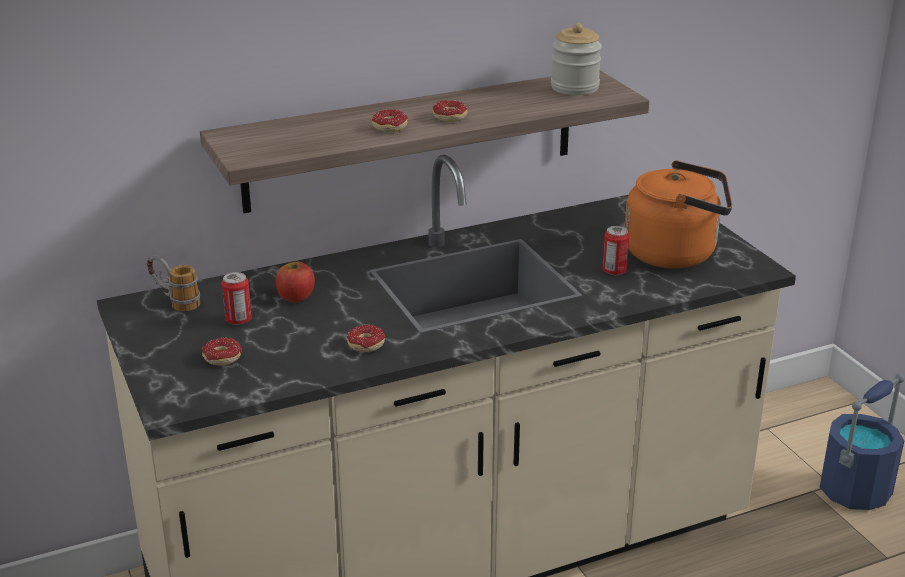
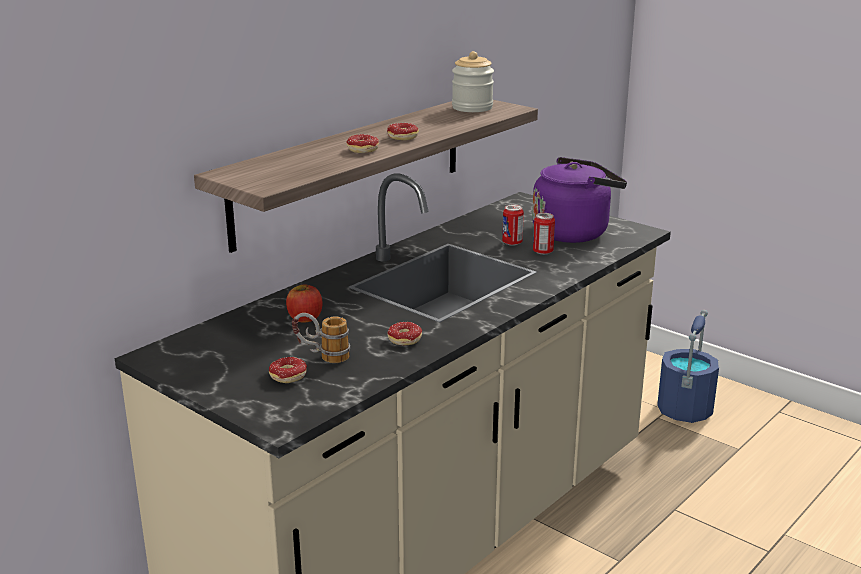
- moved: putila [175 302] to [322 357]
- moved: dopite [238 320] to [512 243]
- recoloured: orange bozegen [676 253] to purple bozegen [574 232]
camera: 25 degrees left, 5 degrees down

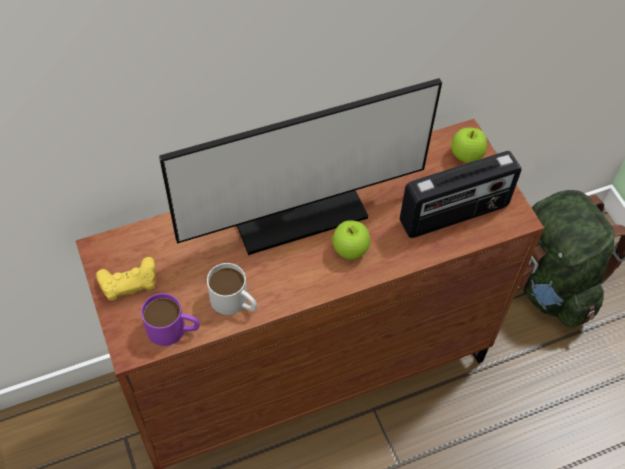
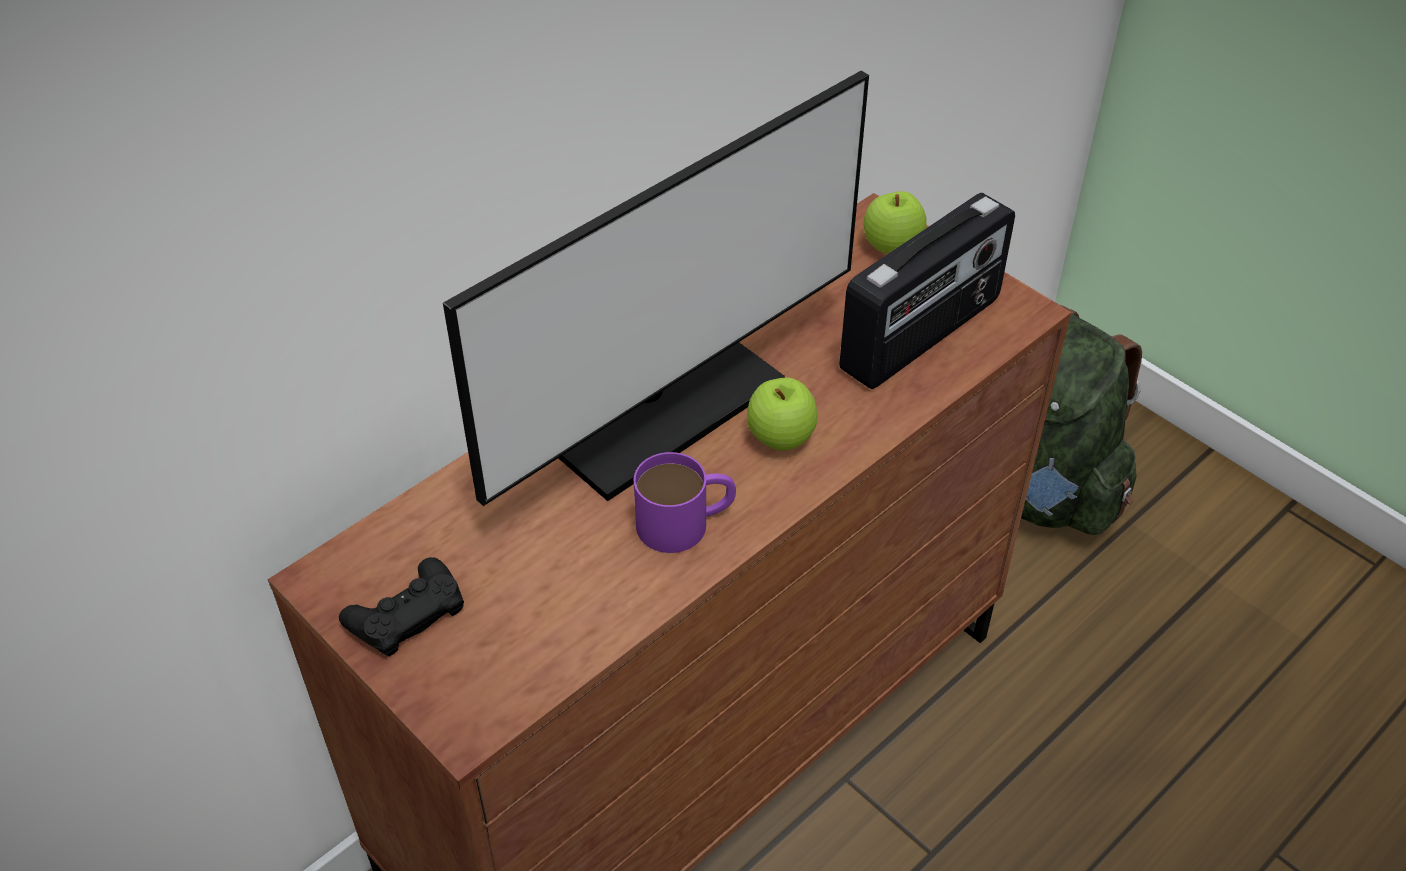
- recoloured: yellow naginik [129 281] to black naginik [406 614]
- moved: purple putila [174 329] to [686 522]
- removed: white putila [235 302]
camera: 20 degrees left, 10 degrees down

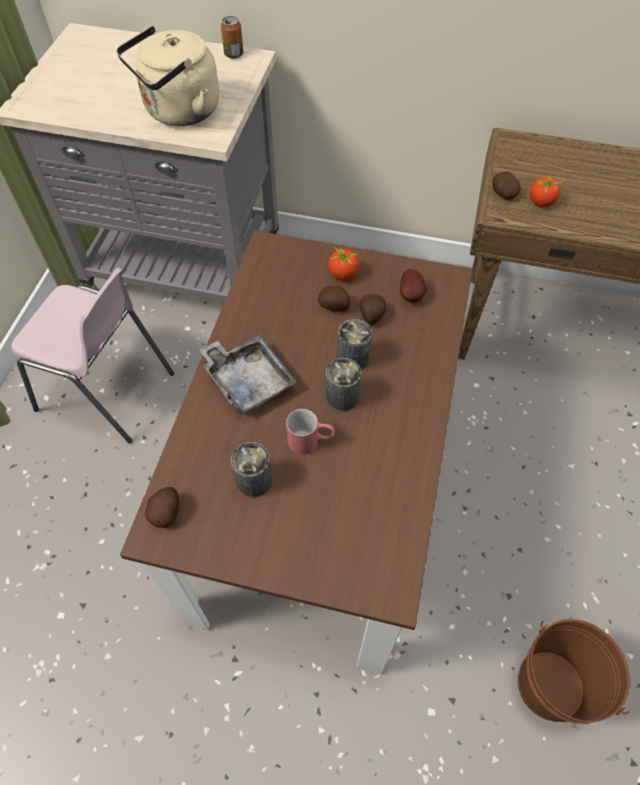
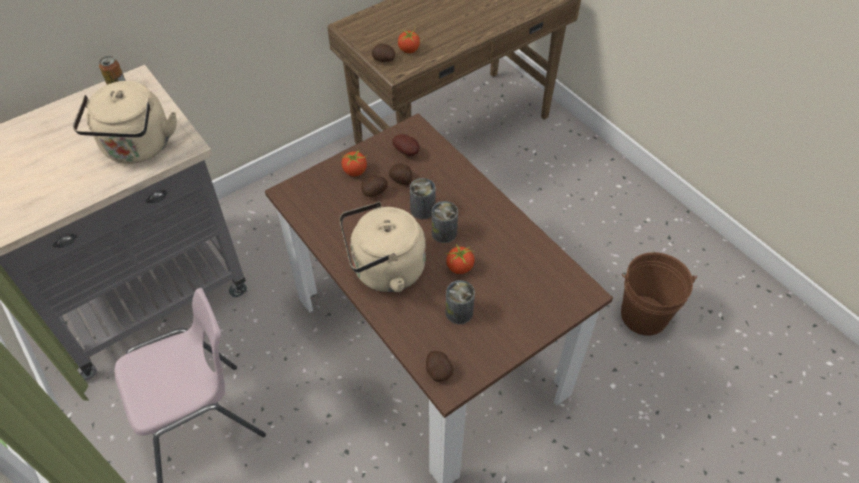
- replaced: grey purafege [248 380] to beige bozegen [384 270]
- replaced: red putila [311 441] to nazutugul [459 267]
camera: 50 degrees left, 5 degrees down

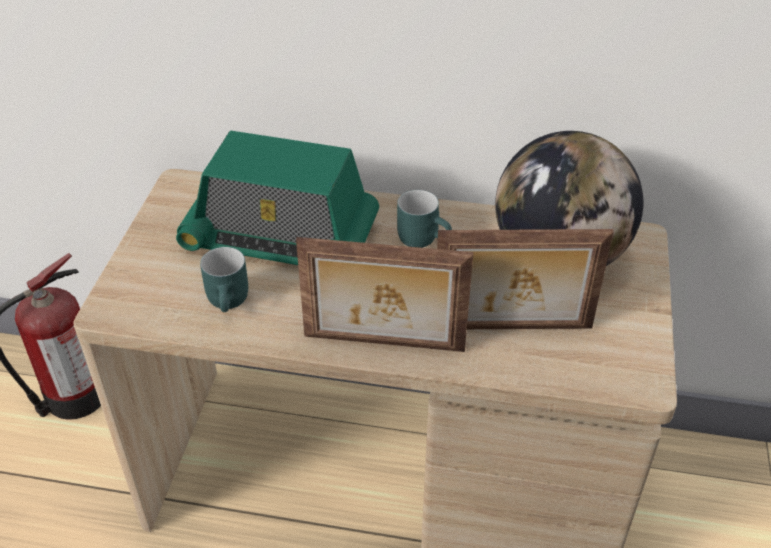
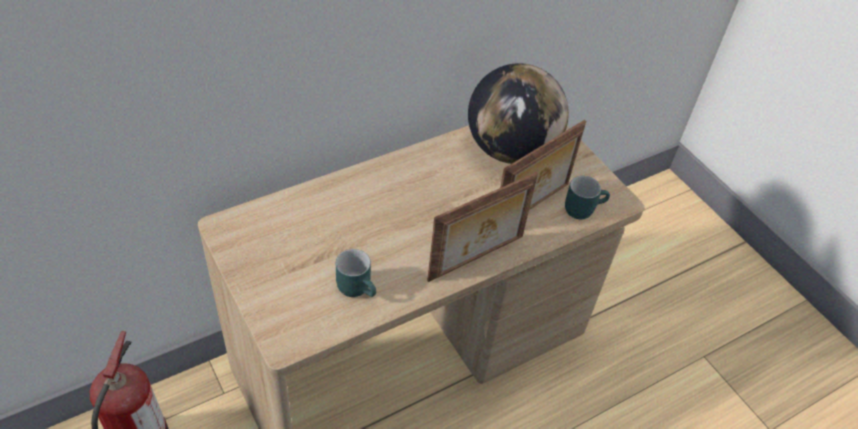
- moved: turquoise putila [424 237] to [582 208]
- removed: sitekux [281 237]
camera: 45 degrees left, 5 degrees up

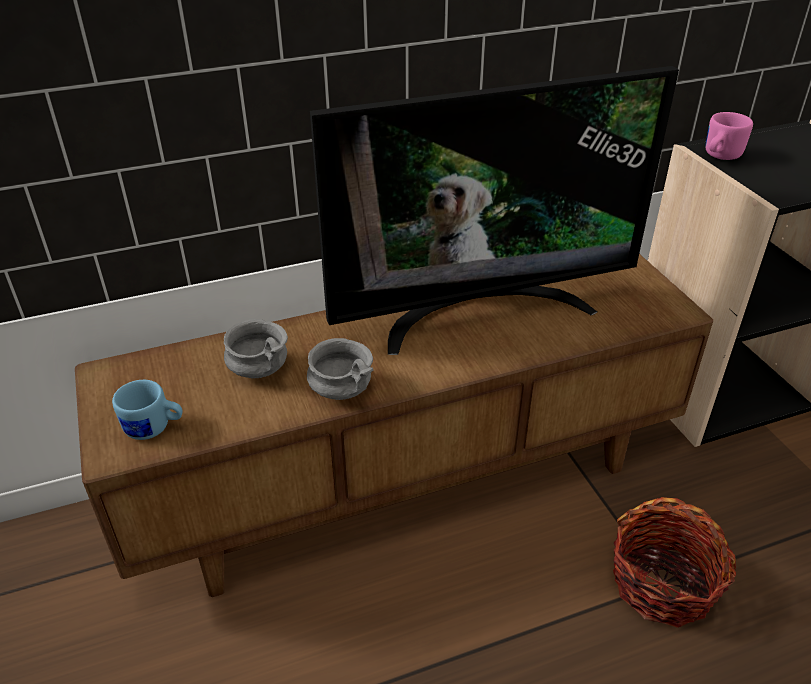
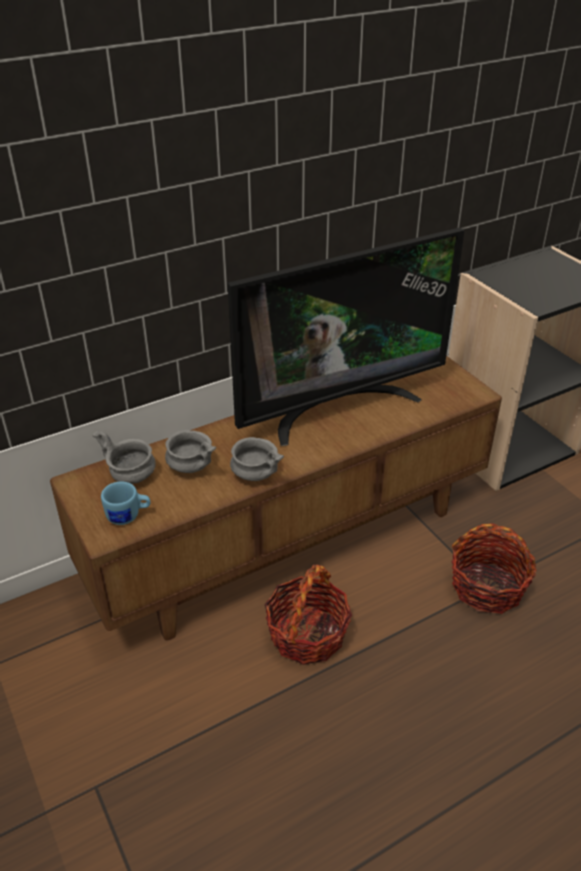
- added: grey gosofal [131 476]
- added: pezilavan [307 634]
- removed: pink putila [719 156]
camera: 10 degrees left, 0 degrees up

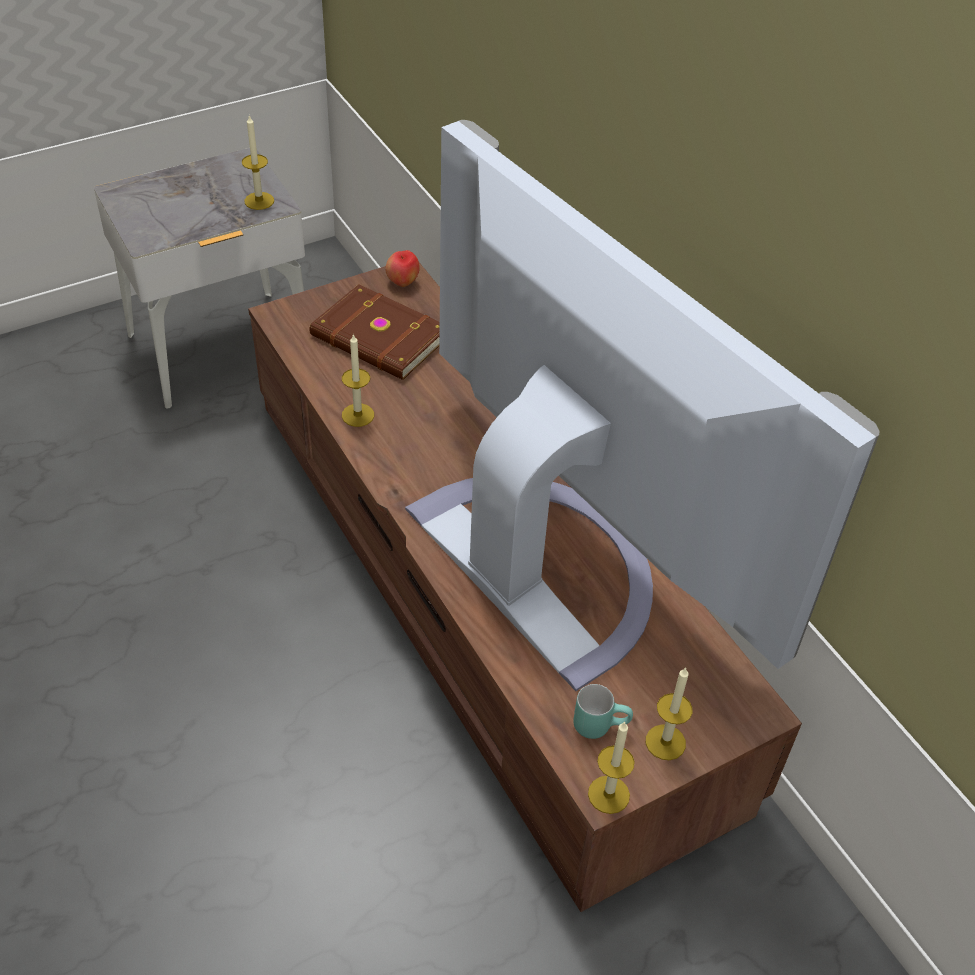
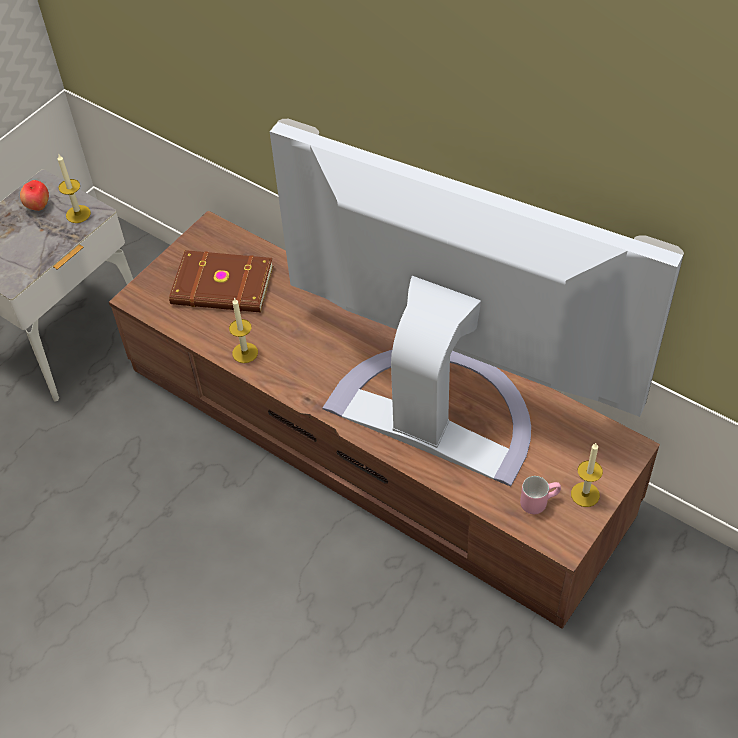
- moved: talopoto [402 283] to [38 206]
- recoloured: turquoise putila [600 723] to pink putila [538 501]
- removed: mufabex [608 794]
camera: 20 degrees left, 5 degrees up

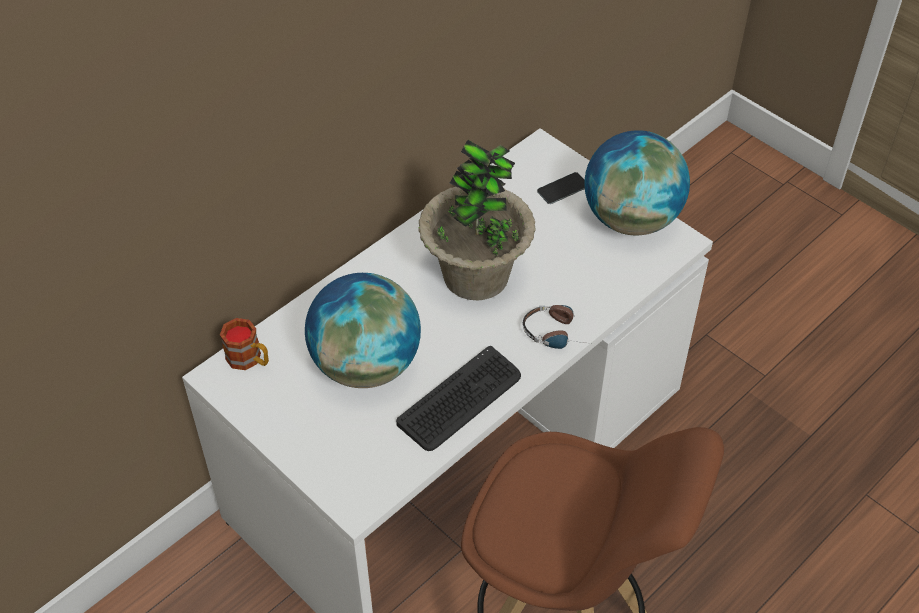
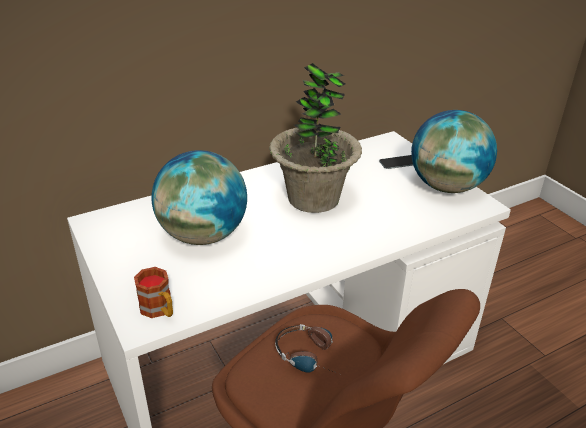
- moved: putila [249 359] to [159 310]
- moved: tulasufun [558 333] to [312 356]
- removed: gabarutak [460 400]
camera: 15 degrees right, 15 degrees down

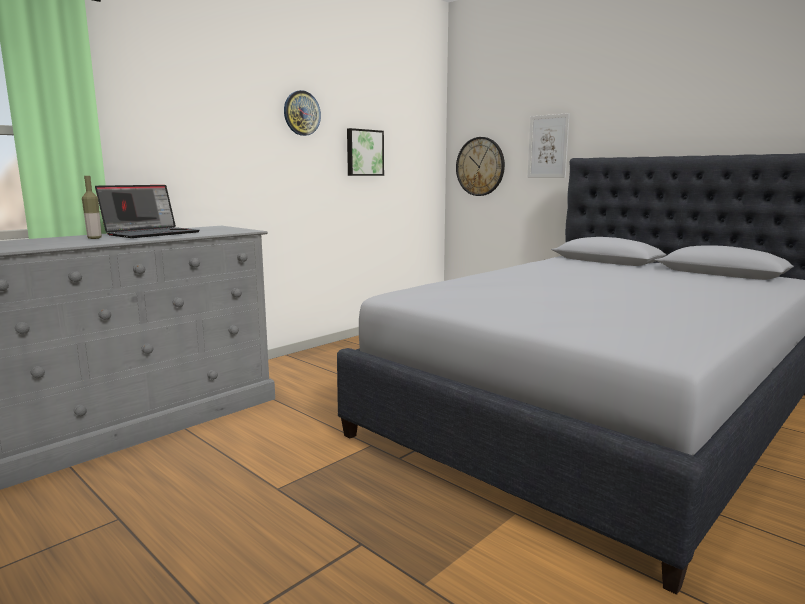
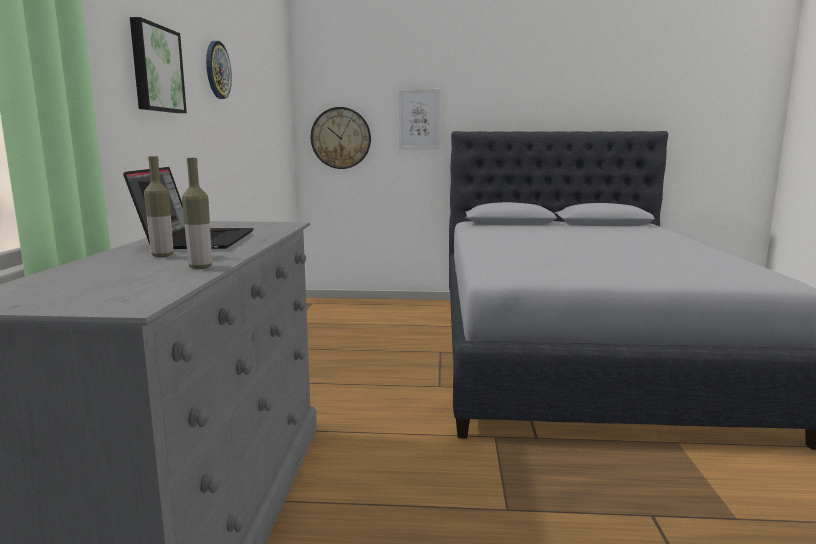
- moved: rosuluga [364 153] to [155 69]
- added: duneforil [200 267]
camera: 40 degrees left, 0 degrees up

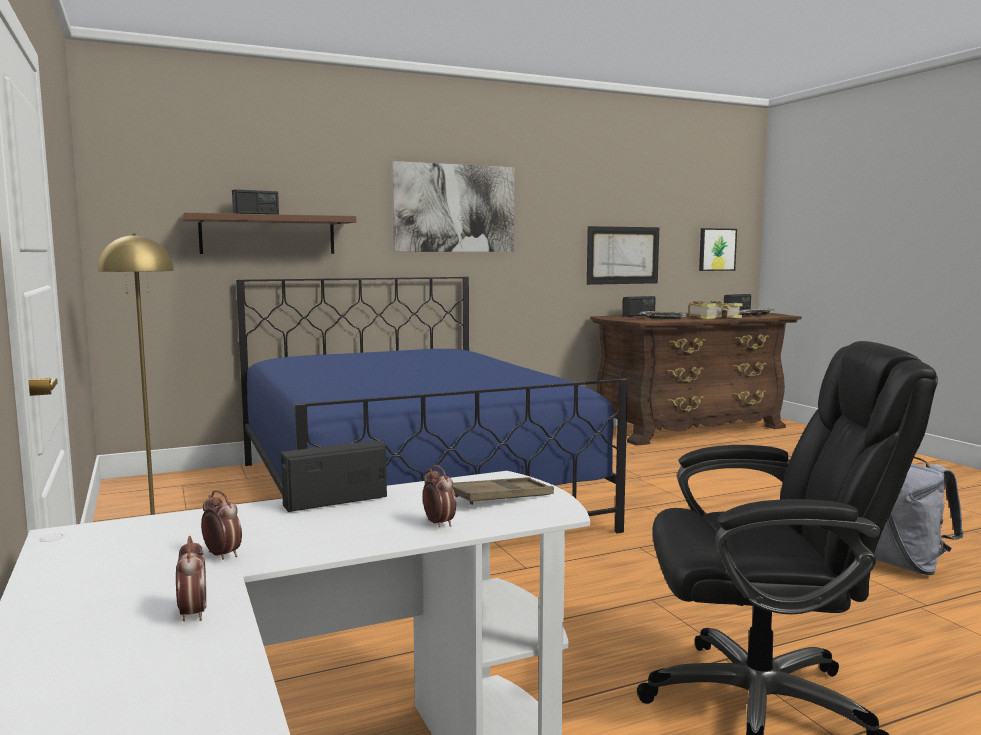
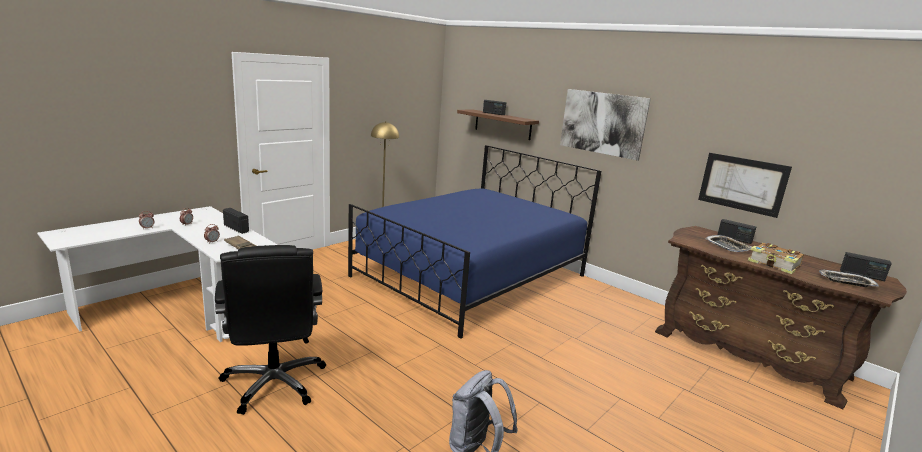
- removed: rosuluga [716 249]
camera: 65 degrees right, 10 degrees up

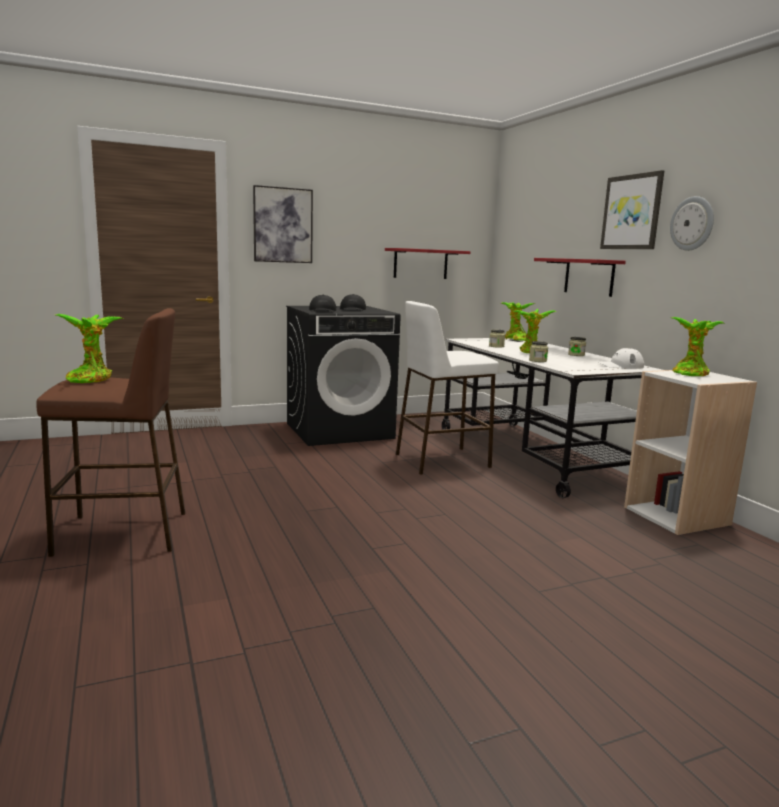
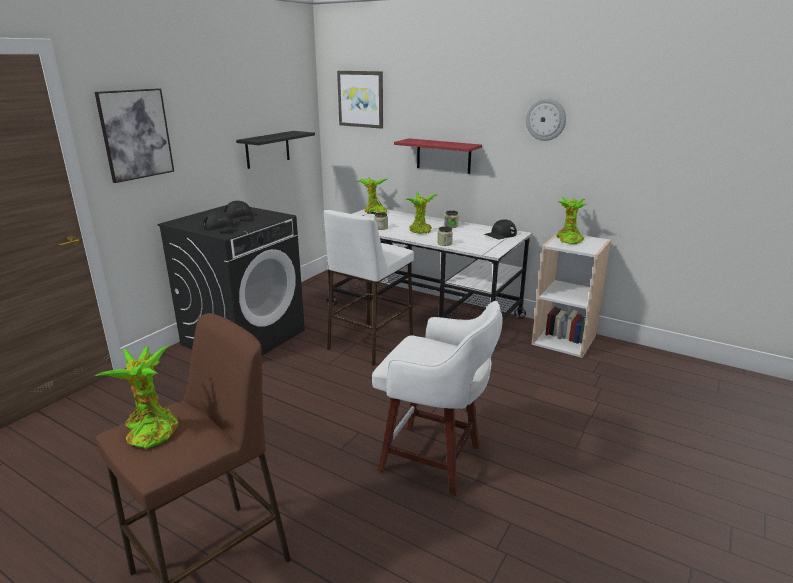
- recoloured: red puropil [420 264] to black puropil [267 149]
- moved: rosuluga [632 212] to [361 99]
- added: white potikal [435 460]
- recoloured: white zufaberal [620 366] to black zufaberal [500 234]
camera: 35 degrees left, 10 degrees up

